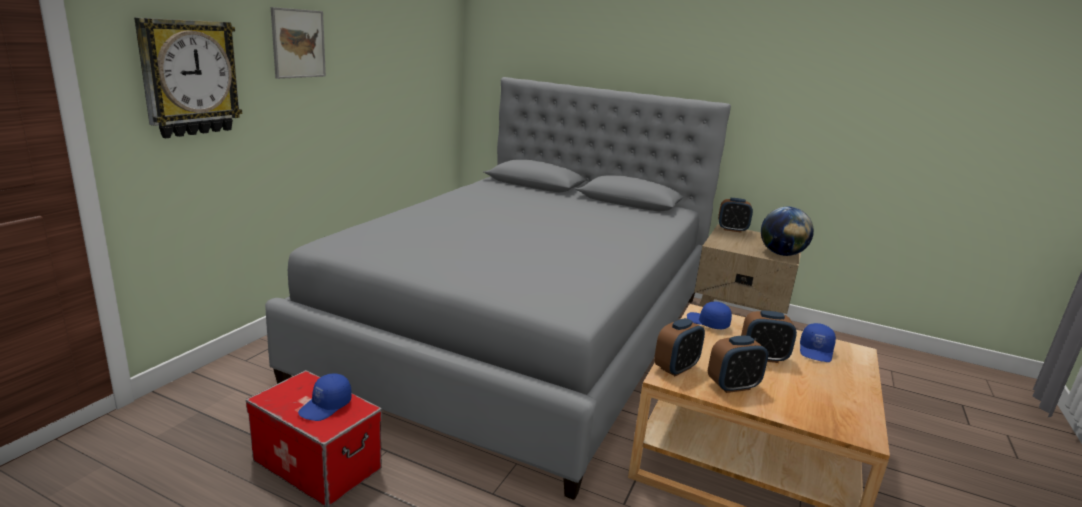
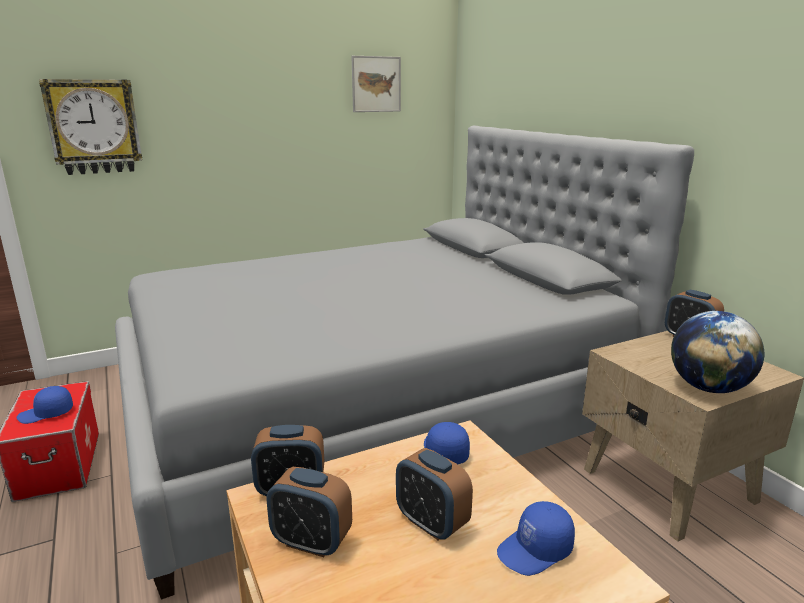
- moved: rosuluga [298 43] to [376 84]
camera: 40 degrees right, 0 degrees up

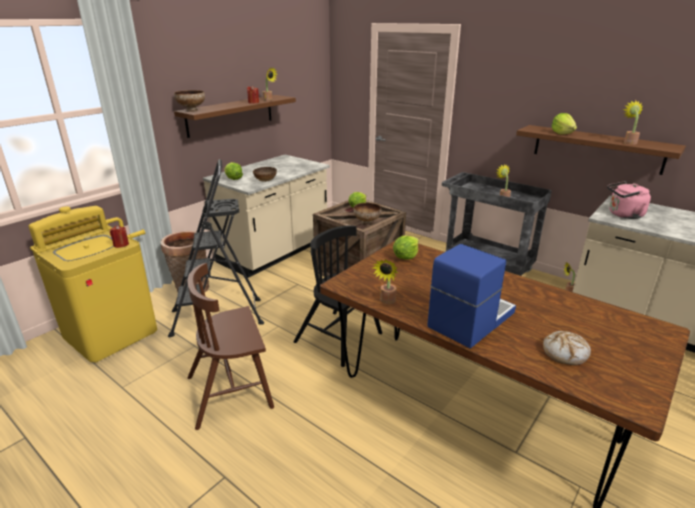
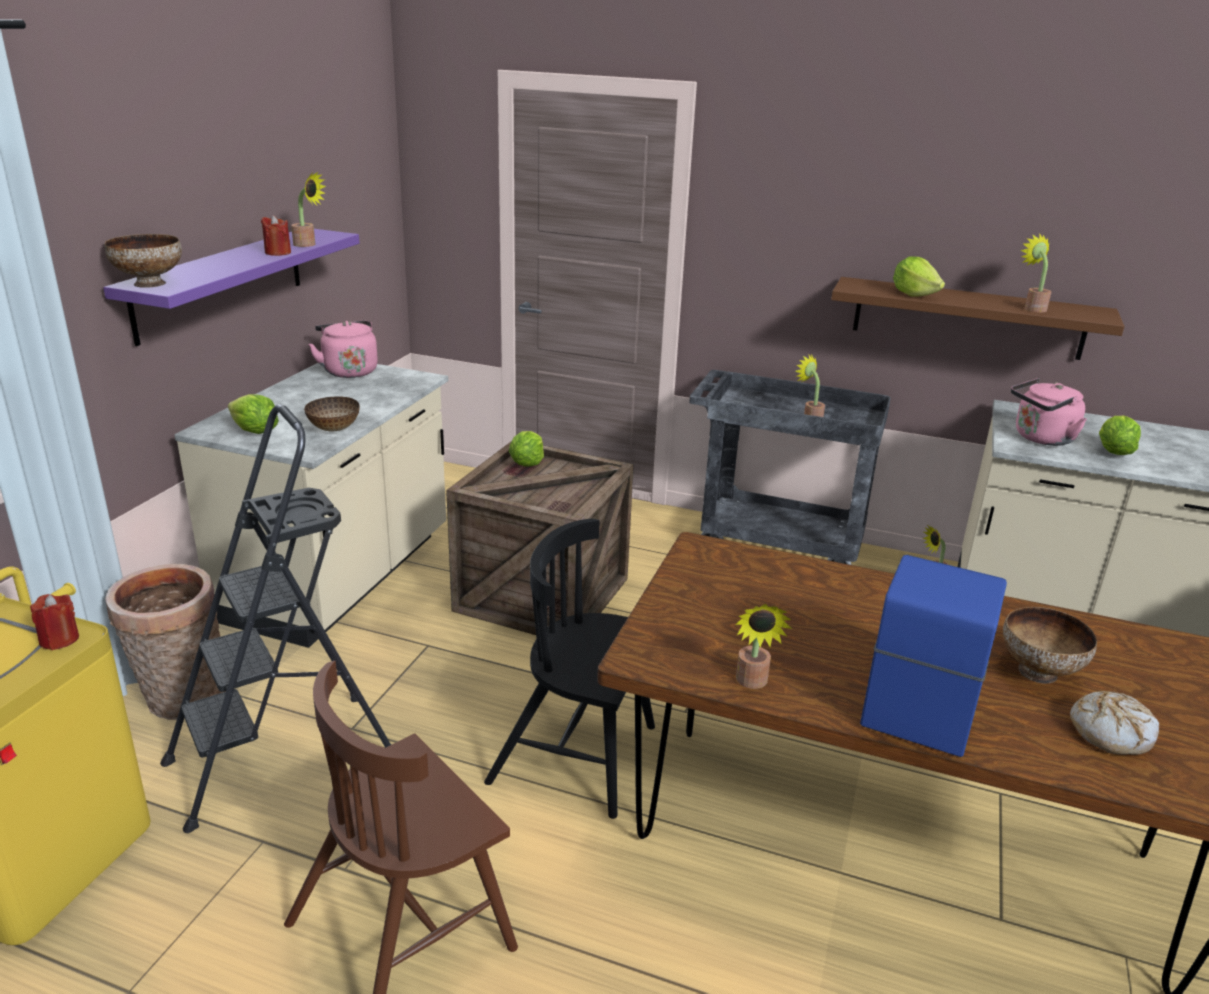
- recoloured: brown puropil [230 115] to purple puropil [221 283]
- added: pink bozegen [349 371]
- moved: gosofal [367 223] to [1039 673]
- moved: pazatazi [405 257] to [1113 451]
camera: 20 degrees left, 0 degrees up

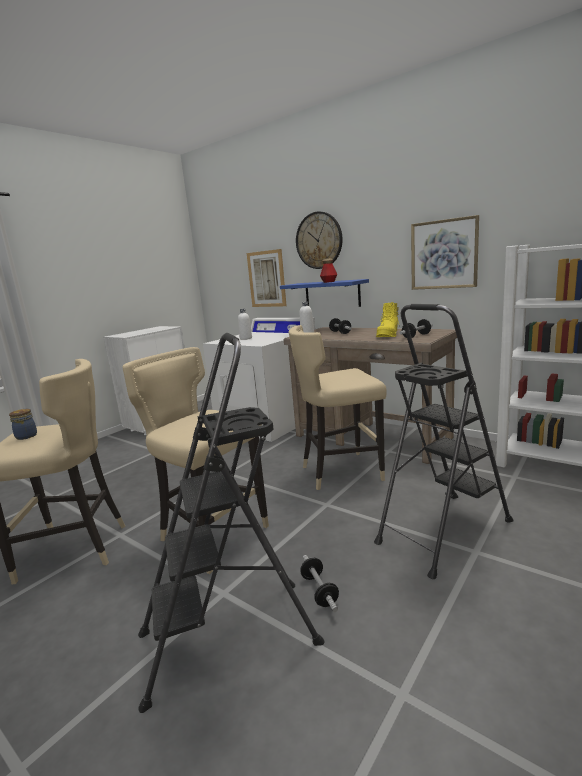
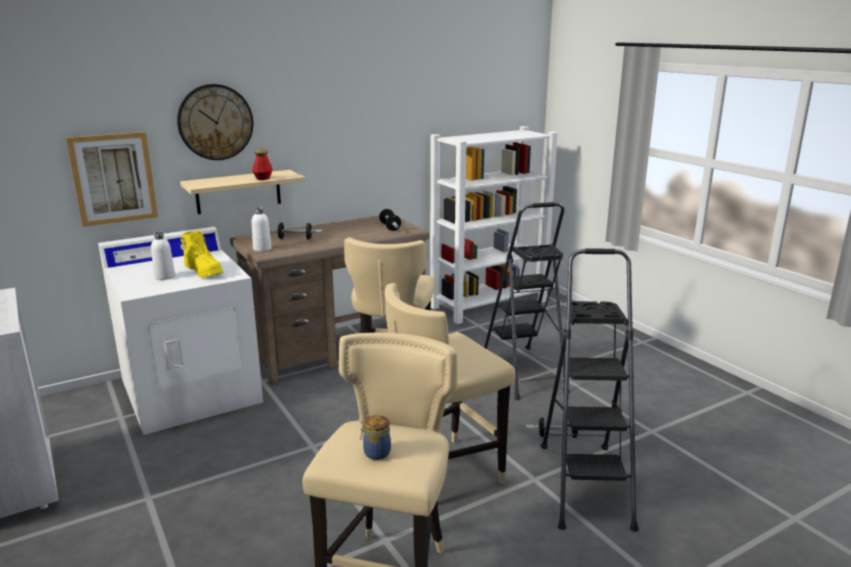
- recoloured: blue puropil [332 294] to beige puropil [238 192]
- moved: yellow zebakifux [388 335] to [204 271]
- removed: rosuluga [444 254]
camera: 70 degrees left, 5 degrees up

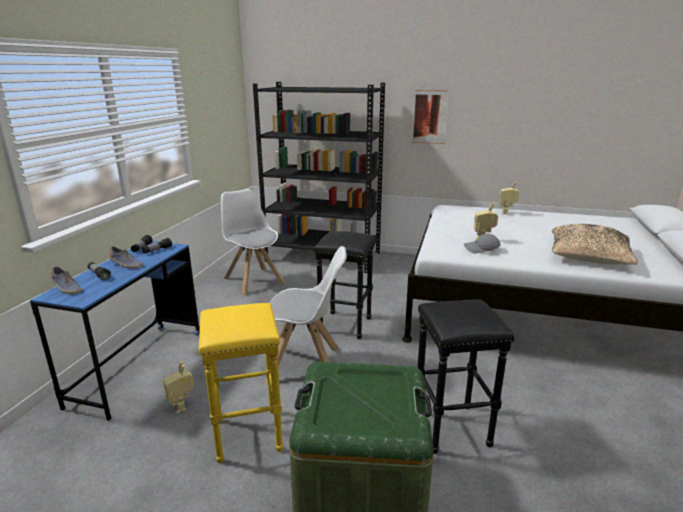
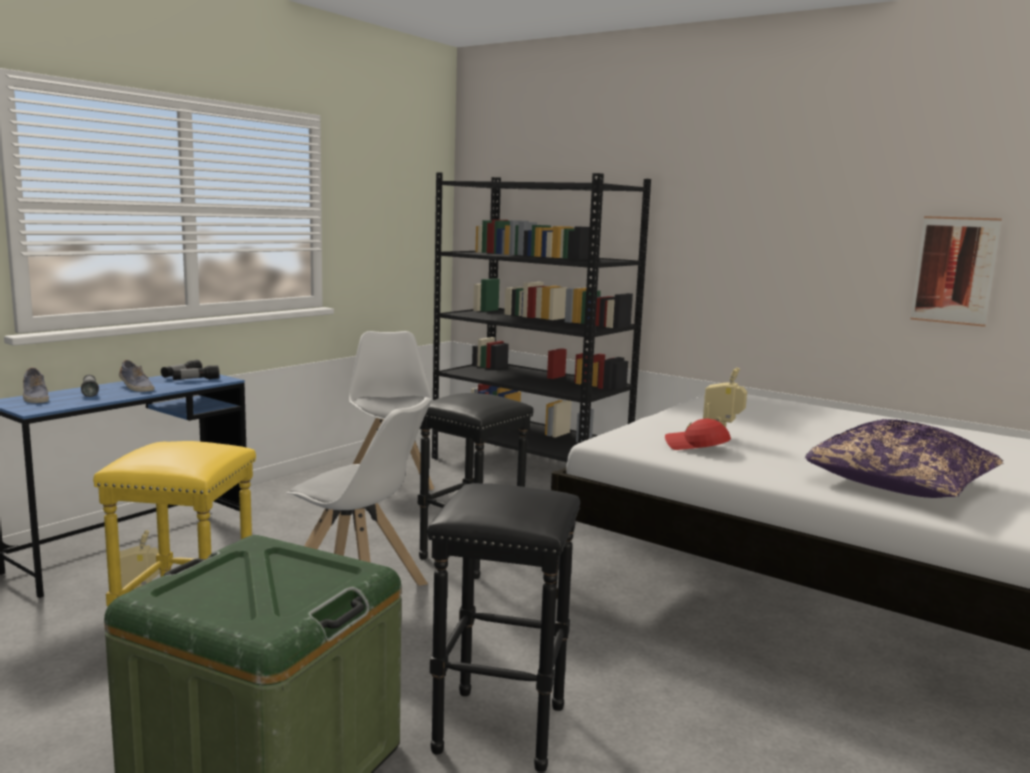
- recoloured: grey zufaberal [481 249] to red zufaberal [696 447]
- recoloured: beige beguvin [589 256] to purple beguvin [899 483]
- moved: rosuluga [429 117] to [954 270]
- removed: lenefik [507 213]
camera: 20 degrees right, 10 degrees down

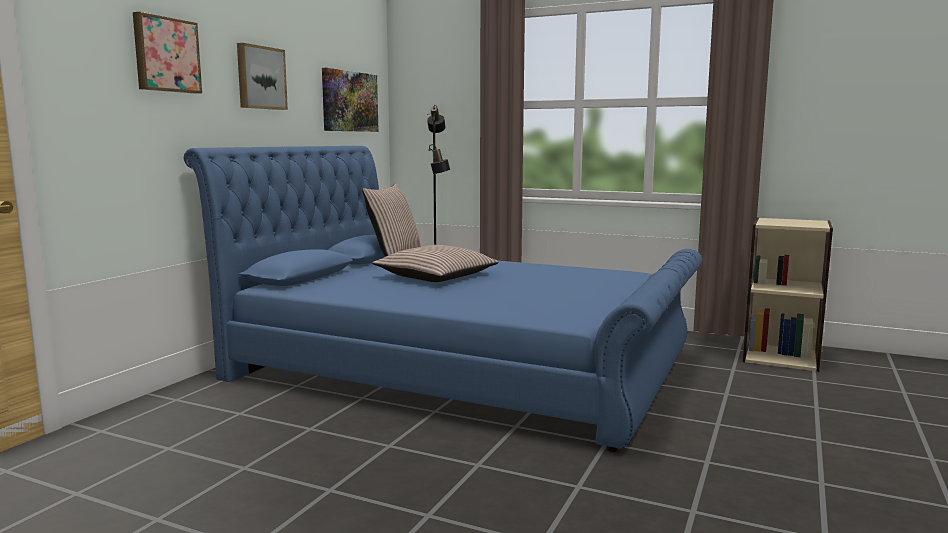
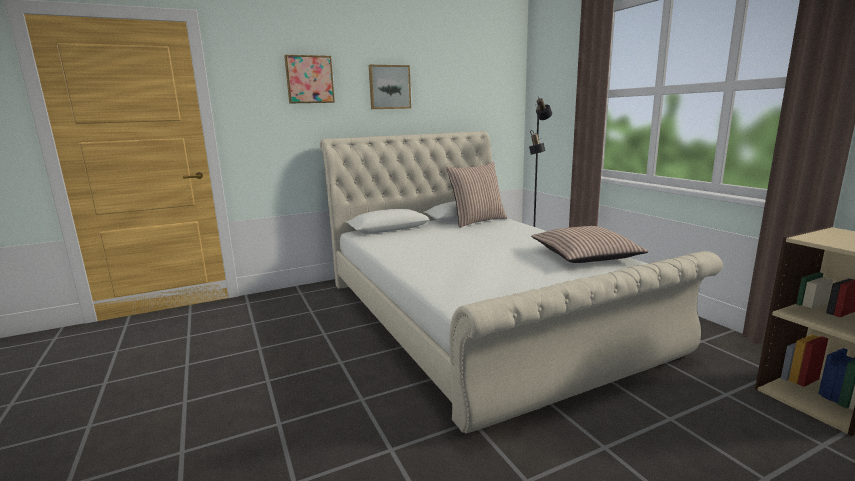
- recoloured: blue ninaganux [459 365] to beige ninaganux [478 313]
- moved: beguvin [436 277] to [585 256]
- removed: rosuluga [349 101]
camera: 40 degrees right, 5 degrees up

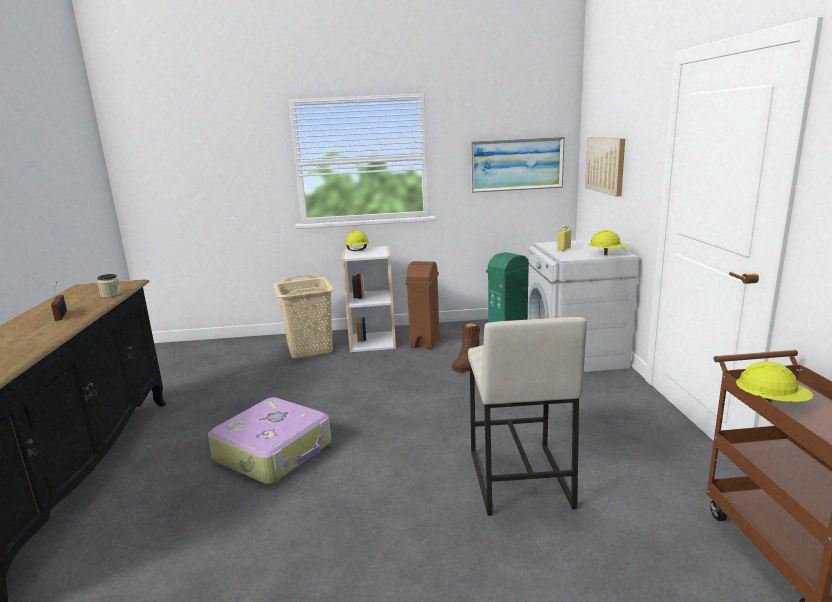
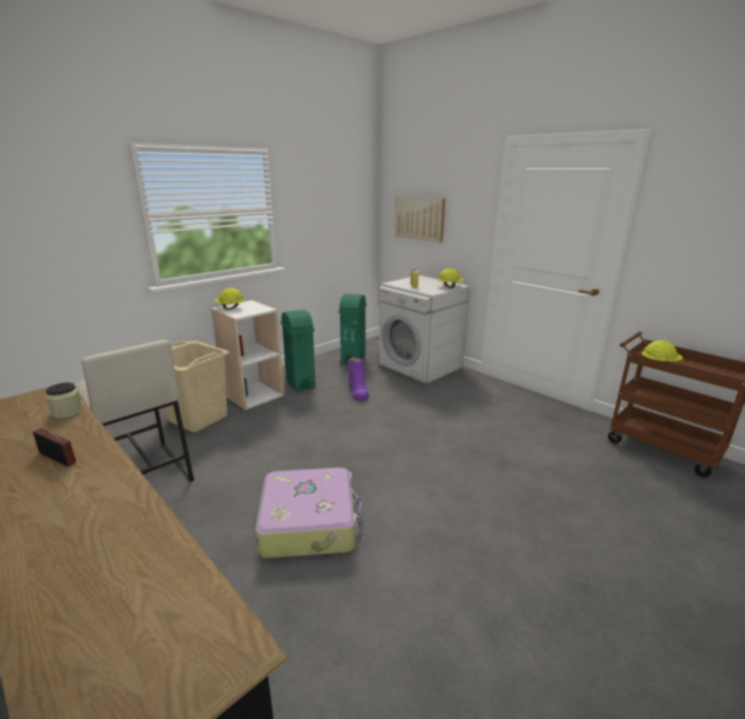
- moved: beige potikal [519 478] to [145 475]
- recoloured: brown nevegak [424 342] to green nevegak [300 383]
- recoloured: brown zebakifux [467 363] to purple zebakifux [358 392]
- removed: rosuluga [516 164]
camera: 40 degrees left, 5 degrees up

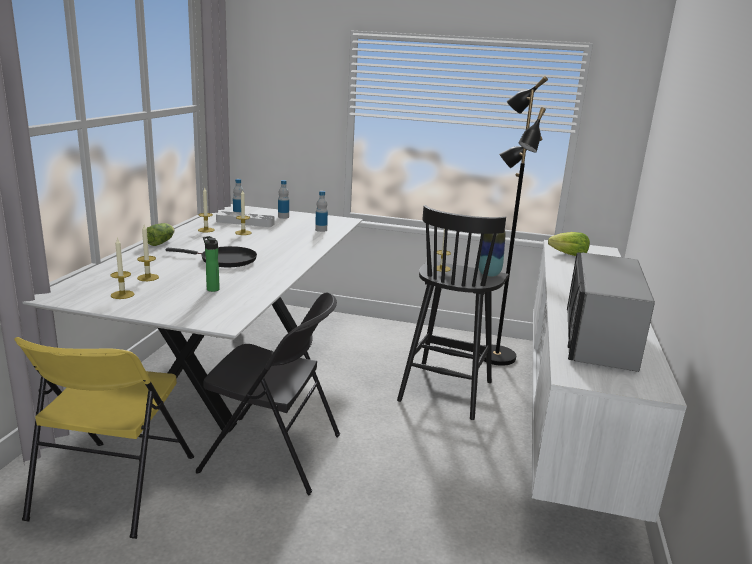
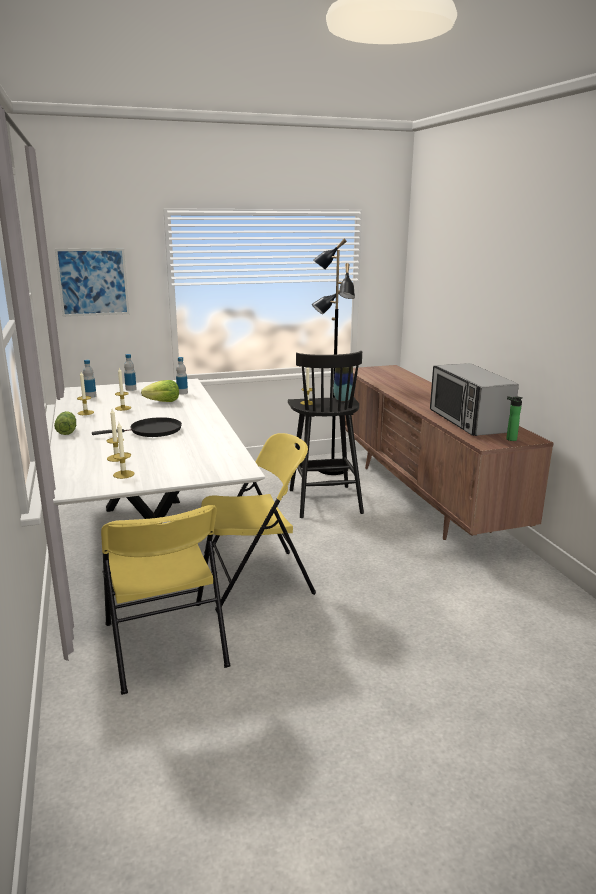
- added: rosuluga [93 282]
- moved: pazatazi [569 255] to [163 402]
- recoloured: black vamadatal [271 453] to yellow vamadatal [255 580]
- recoloured: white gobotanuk [571 425] to brown gobotanuk [423 497]
- moved: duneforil [212 289] to [509 439]
- removed: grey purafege [245 222]
camera: 30 degrees left, 0 degrees up

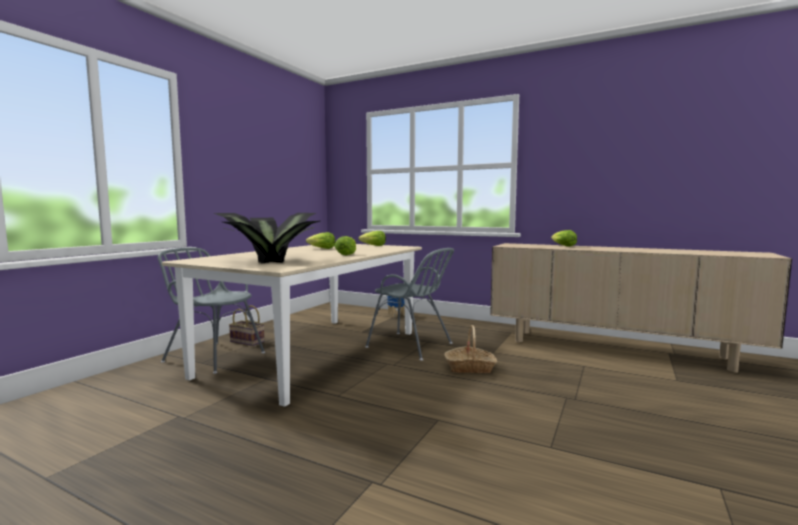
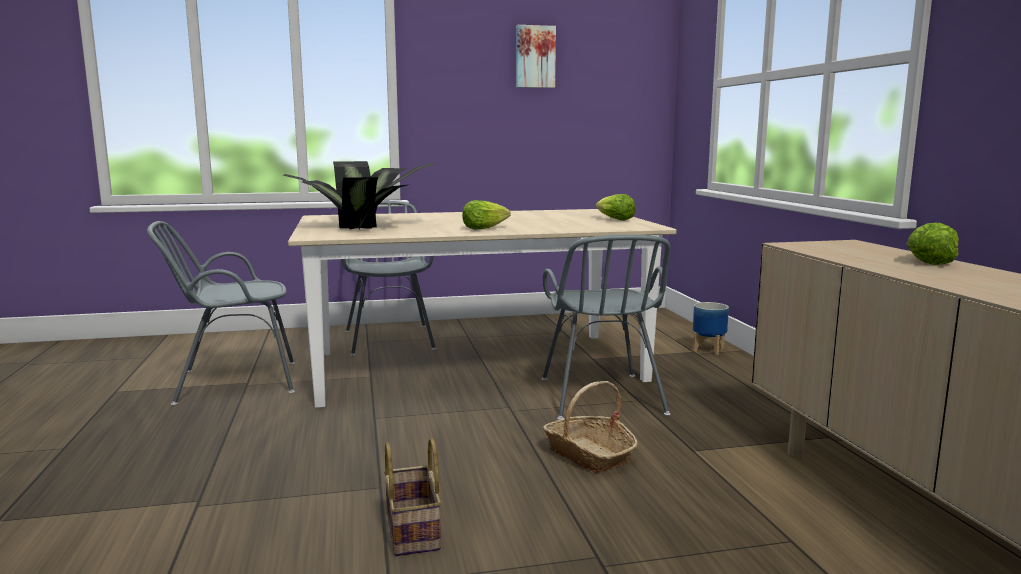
- added: grey vamadatal [231 382]
- moved: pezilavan [248 341] to [414 532]
- added: rosuluga [535 57]
- removed: pazatazi [321 248]
camera: 50 degrees right, 5 degrees up

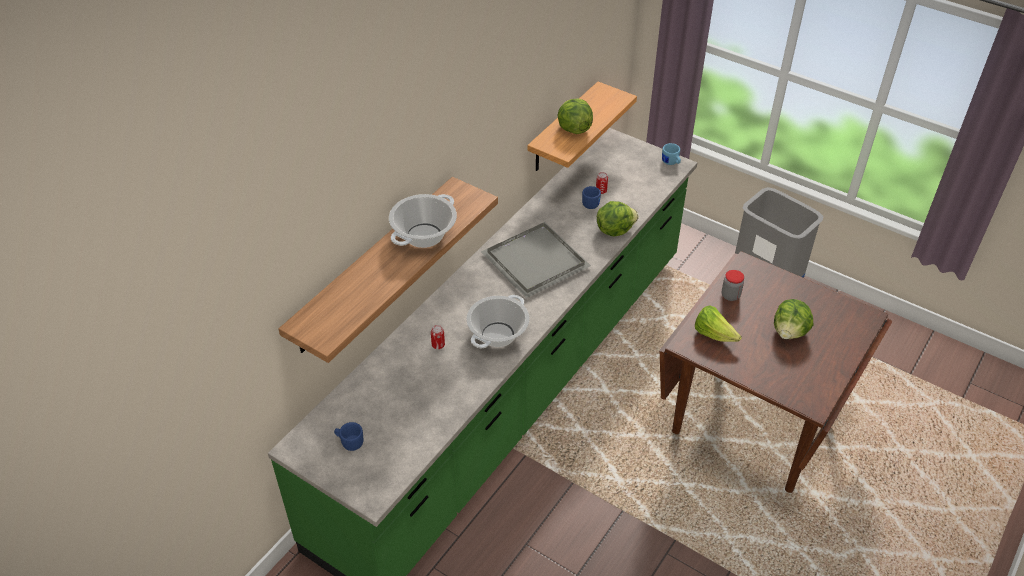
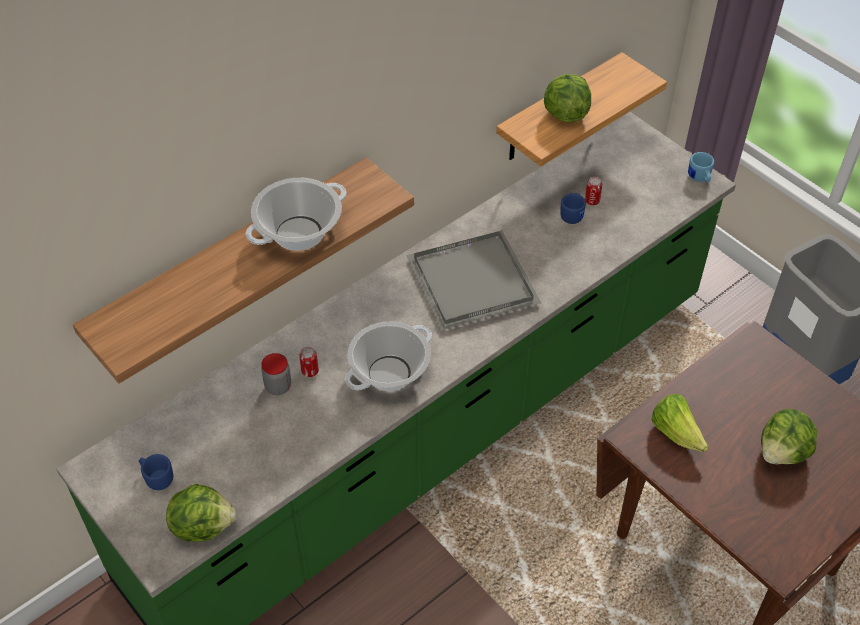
- moved: pazatazi [614 230] to [202 525]
- moved: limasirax [730 295] to [278 386]
camera: 15 degrees right, 5 degrees up

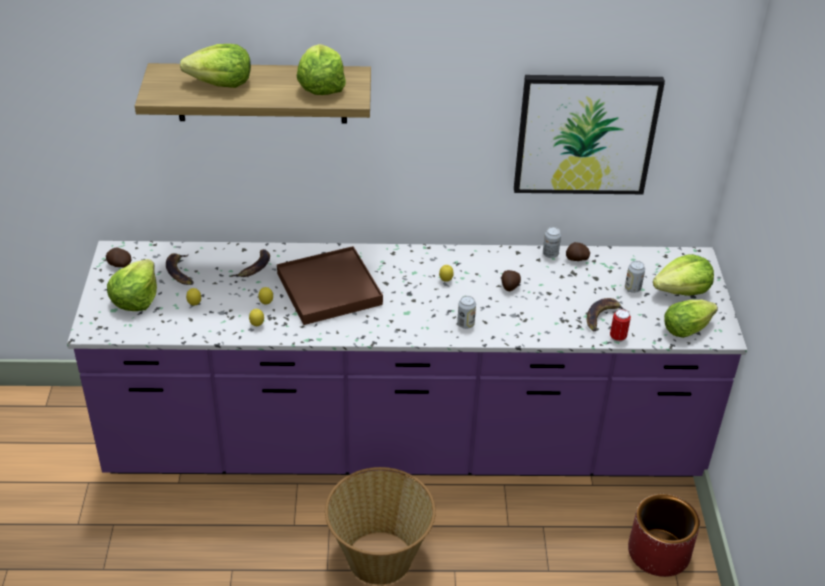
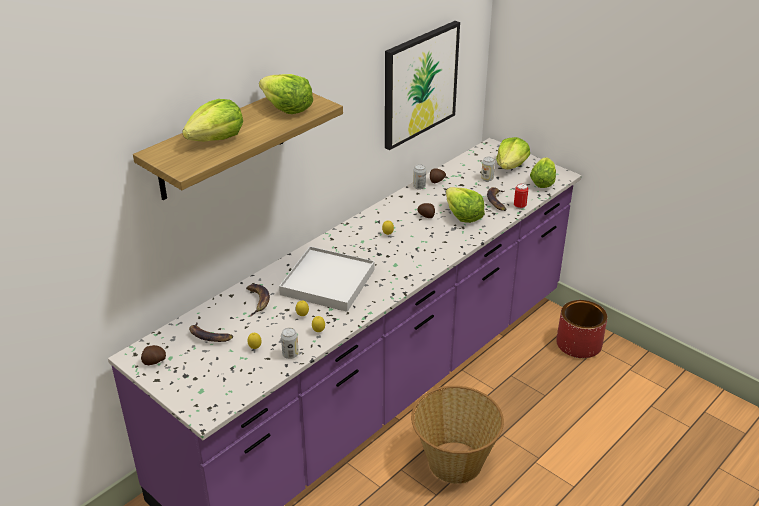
- recoloured: brown purafege [329 289] to white purafege [327 282]
- moved: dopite [465 324] to [290 354]
- moved: pazatazi [136 298] to [463 216]
camera: 45 degrees left, 5 degrees down

